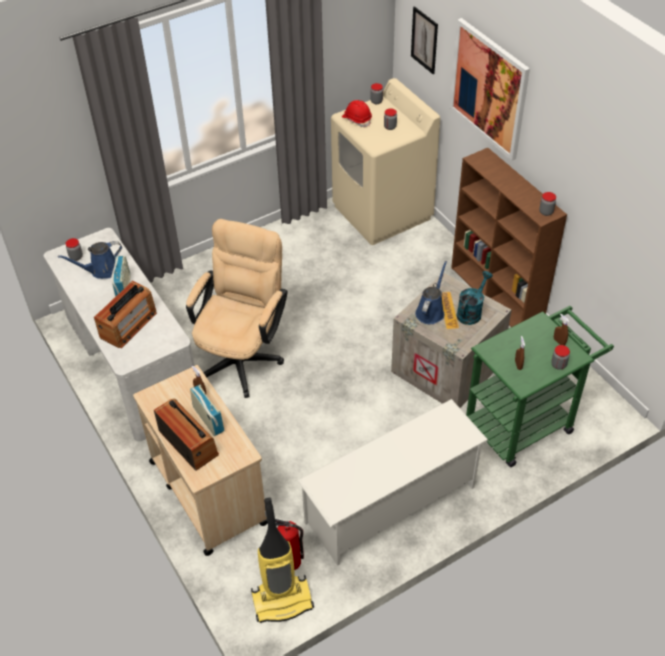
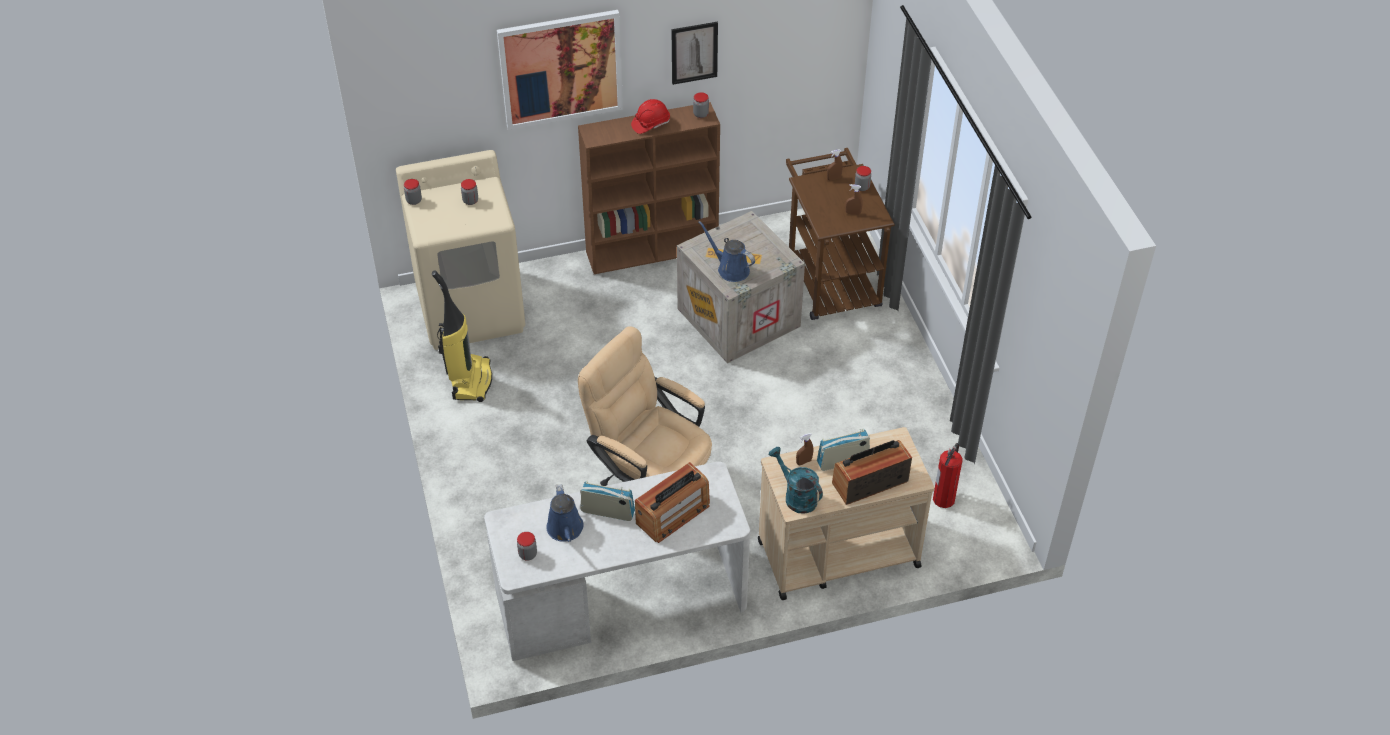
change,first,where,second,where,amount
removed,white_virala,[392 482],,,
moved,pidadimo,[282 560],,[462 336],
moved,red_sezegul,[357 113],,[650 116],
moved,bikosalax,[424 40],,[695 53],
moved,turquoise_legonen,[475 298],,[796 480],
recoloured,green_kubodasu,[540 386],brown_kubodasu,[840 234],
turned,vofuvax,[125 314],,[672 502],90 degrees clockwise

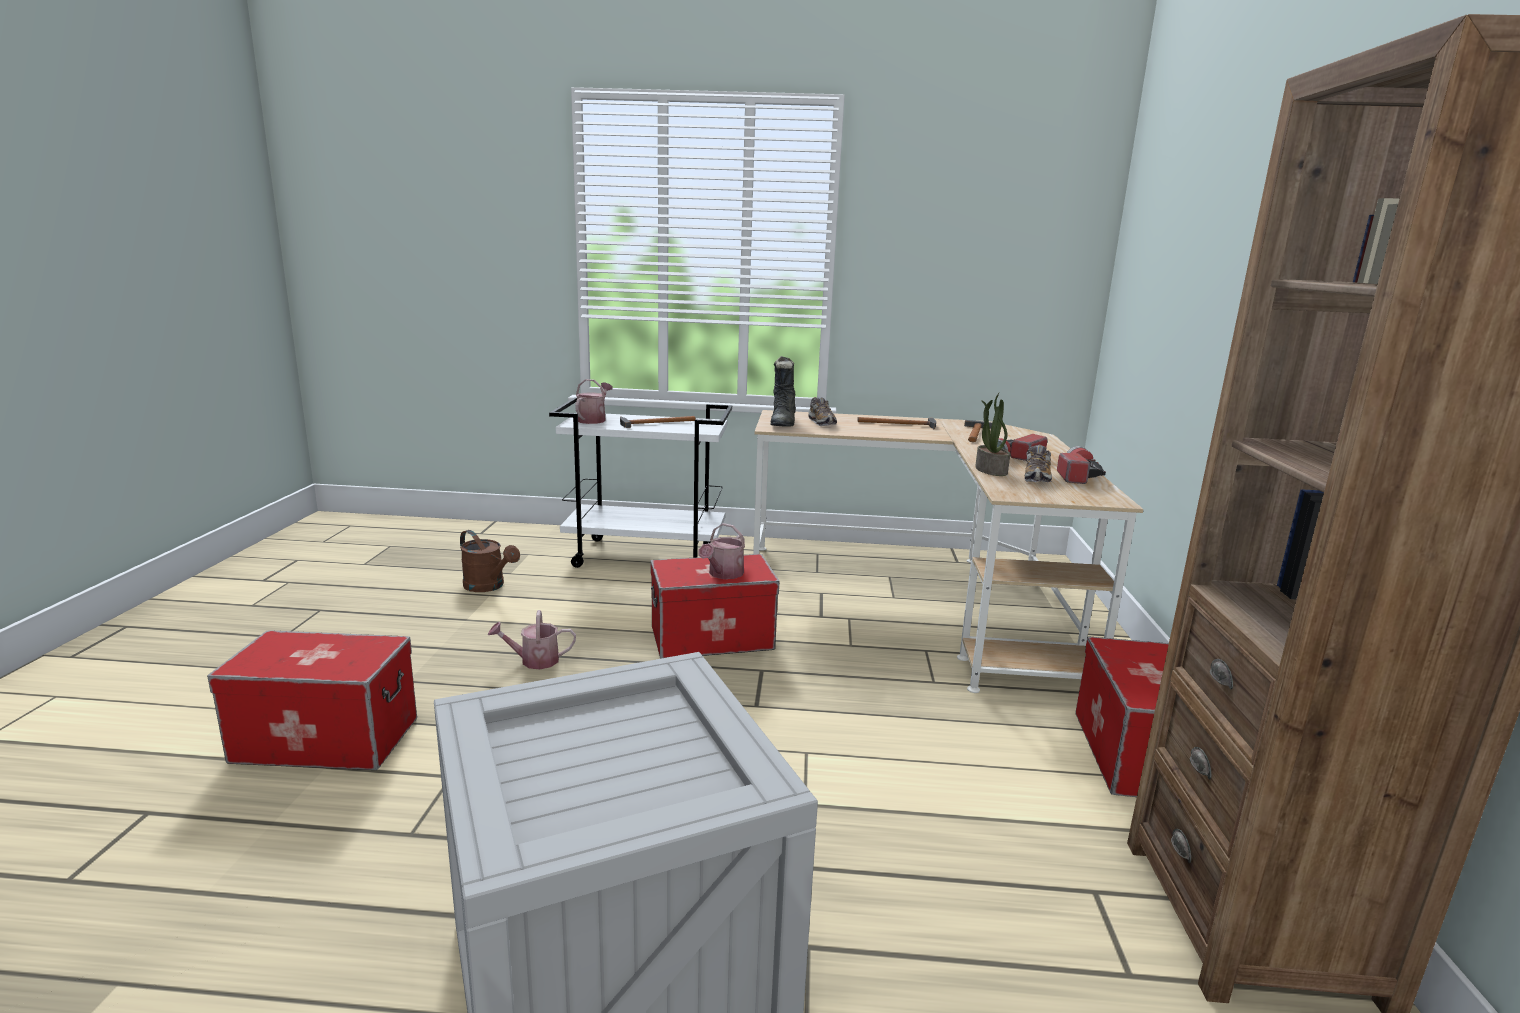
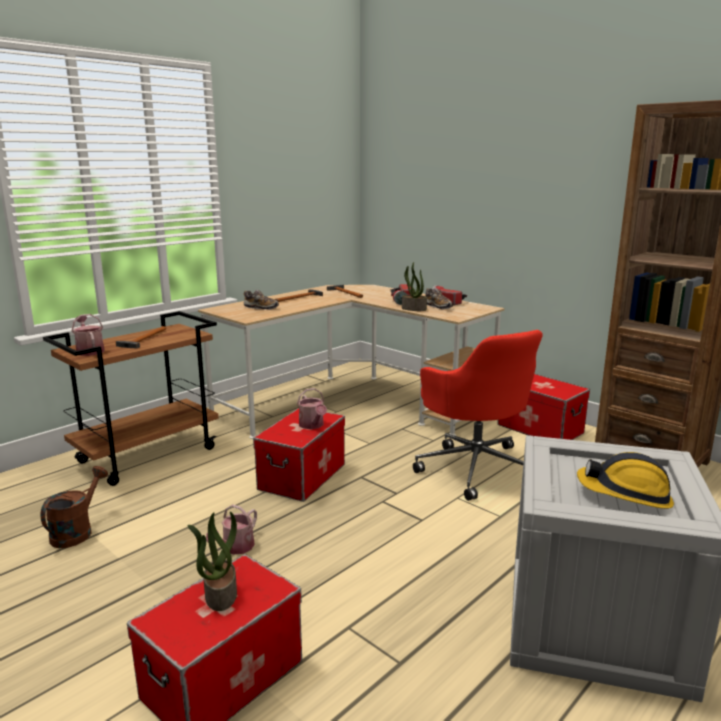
change,first,where,second,where,amount
removed,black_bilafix,[783 391],,,
added,,,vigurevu,[212 561],
added,,,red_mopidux,[478 415],
added,,,sezegul,[625 480],
recoloured,white_kubodasu,[640 483],brown_kubodasu,[131 398],
turned,brown_legonen,[490 561],,[74 507],60 degrees counterclockwise

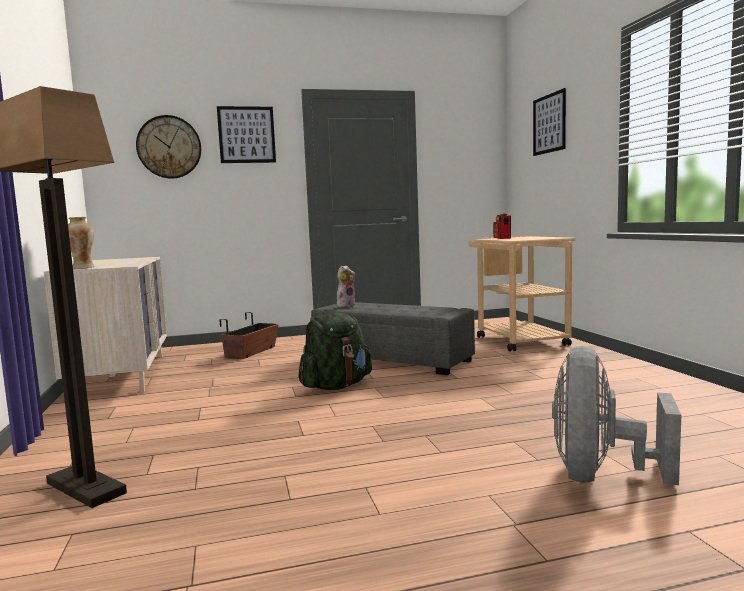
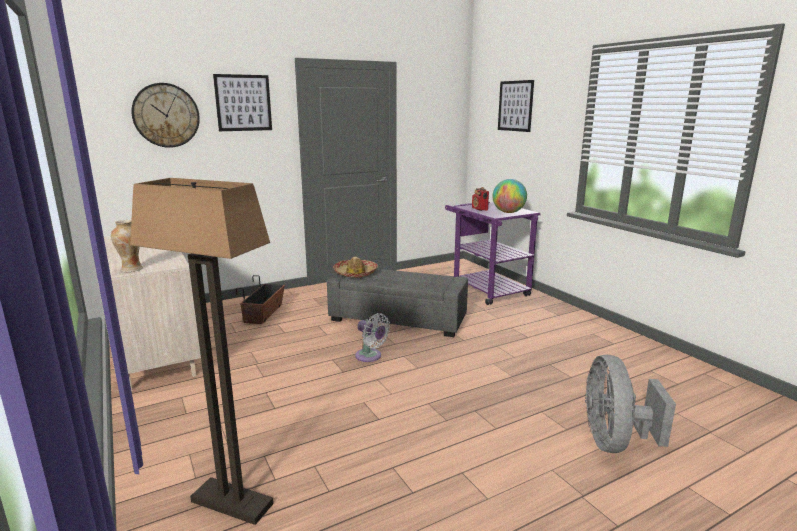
change,first,where,second,where,amount
added,,,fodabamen,[509 196],
replaced,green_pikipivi,[335 351],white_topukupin,[372 337],
replaced,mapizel,[345 286],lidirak,[355 267],
recoloured,beige_kubodasu,[522 294],purple_kubodasu,[493 253],

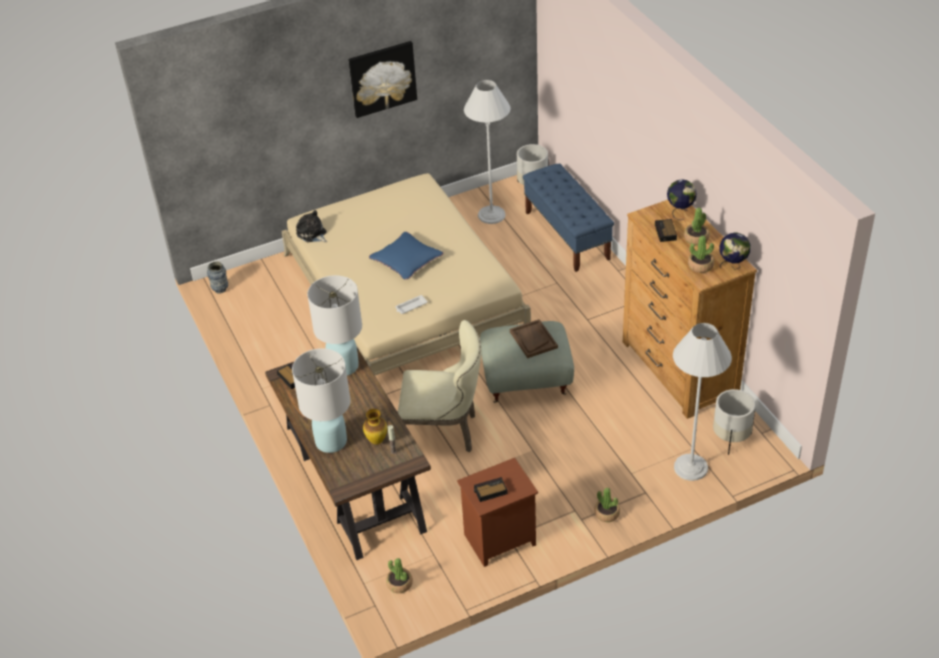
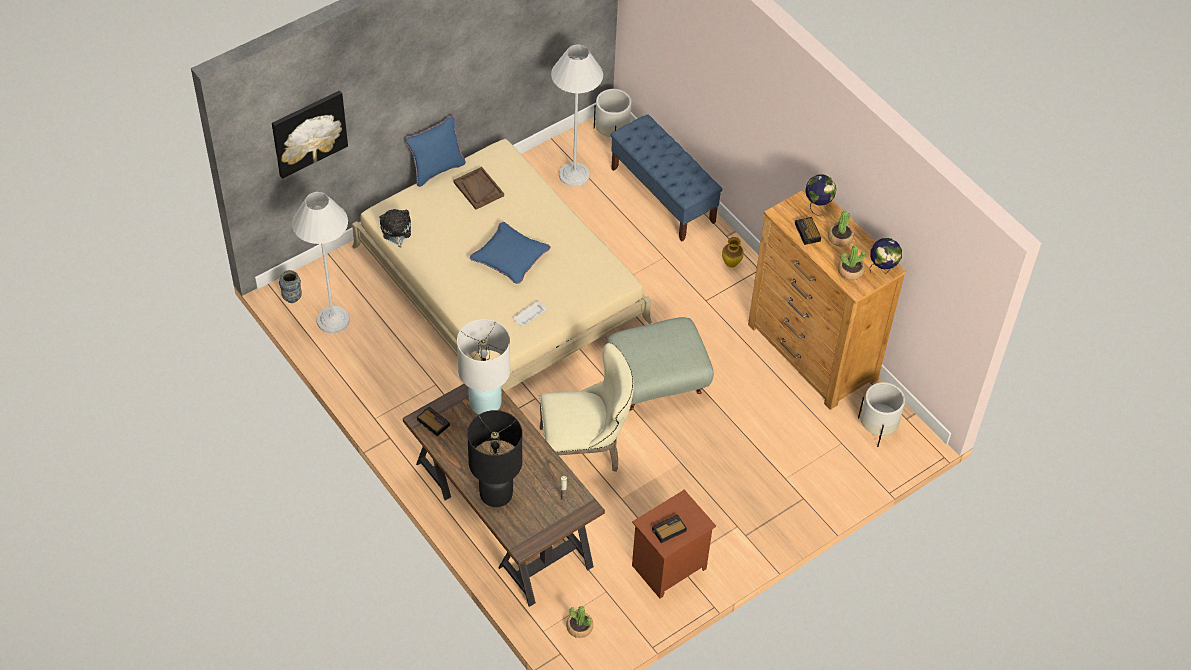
change,first,where,second,where,amount
removed,vigurevu,[607 505],,,
added,,,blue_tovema,[435 151],
moved,bikosalax,[382 79],,[310 134],
moved,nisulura,[375 427],,[733 252],
moved,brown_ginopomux,[534 338],,[478 188],
moved,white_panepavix,[702 402],,[321 262],
recoloured,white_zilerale,[321 400],black_zilerale,[494 458],
turned,mapizel,[311 226],,[395 228],45 degrees clockwise

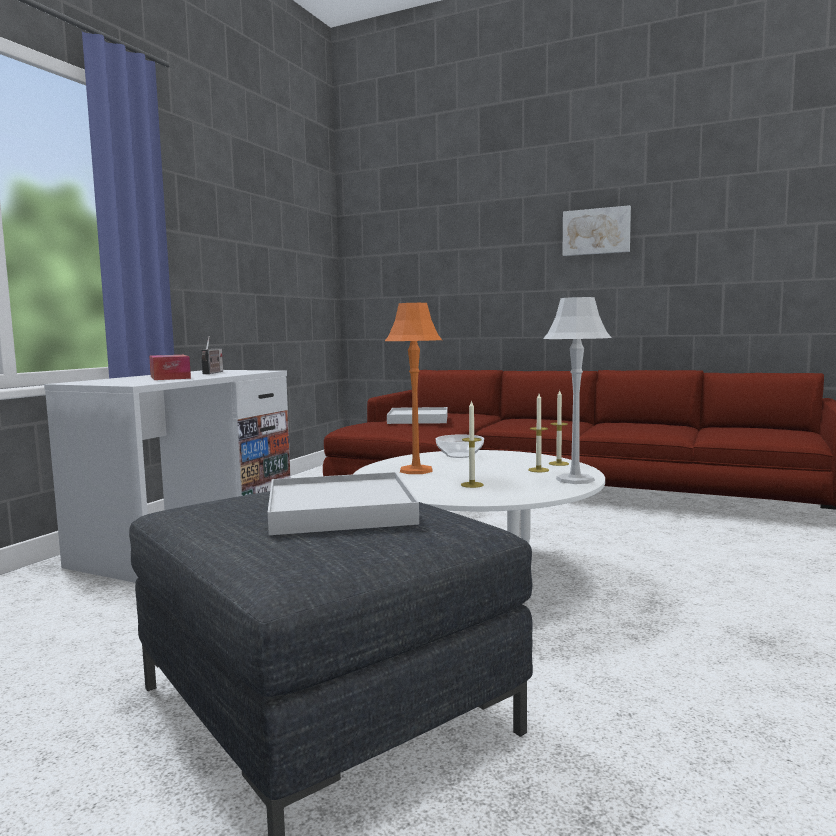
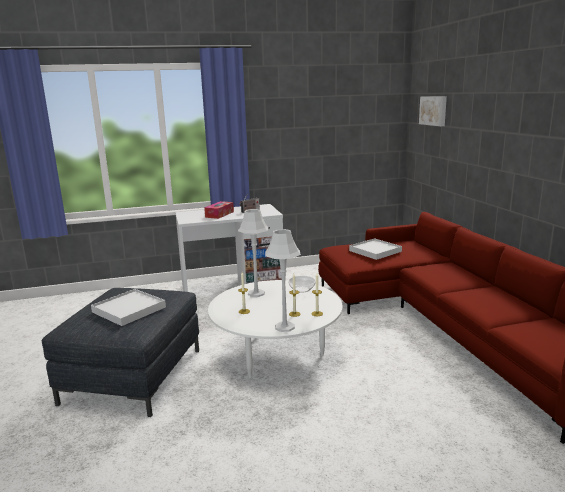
change,first,where,second,where,amount
moved,bikosalax,[597 230],,[433 111],
recoloured,orange_zilerale,[413 388],grey_zilerale,[253 253],

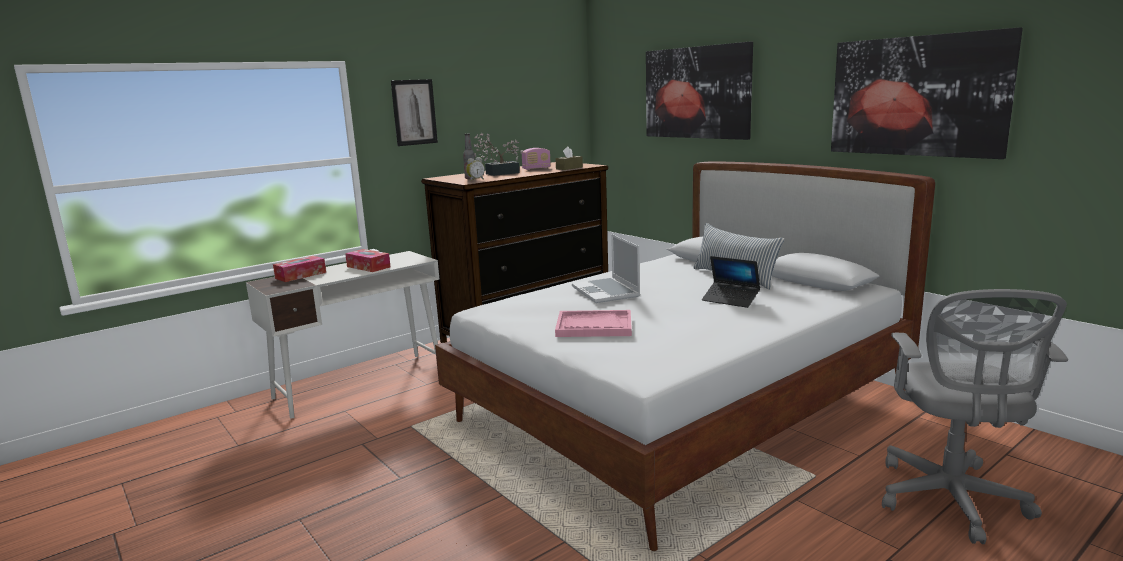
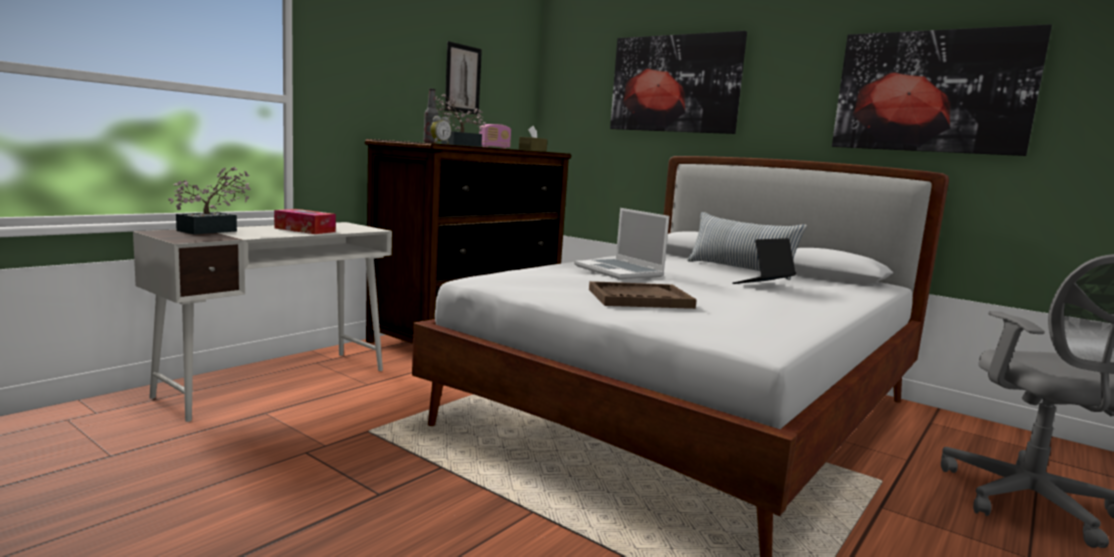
change,first,where,second,where,amount
moved,bikosalax,[414 112],,[463 77],
replaced,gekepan,[299 269],vigurevu,[209 200],
recoloured,pink_ginopomux,[593 323],brown_ginopomux,[643 295],
turned,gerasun,[731 282],,[764 261],120 degrees clockwise

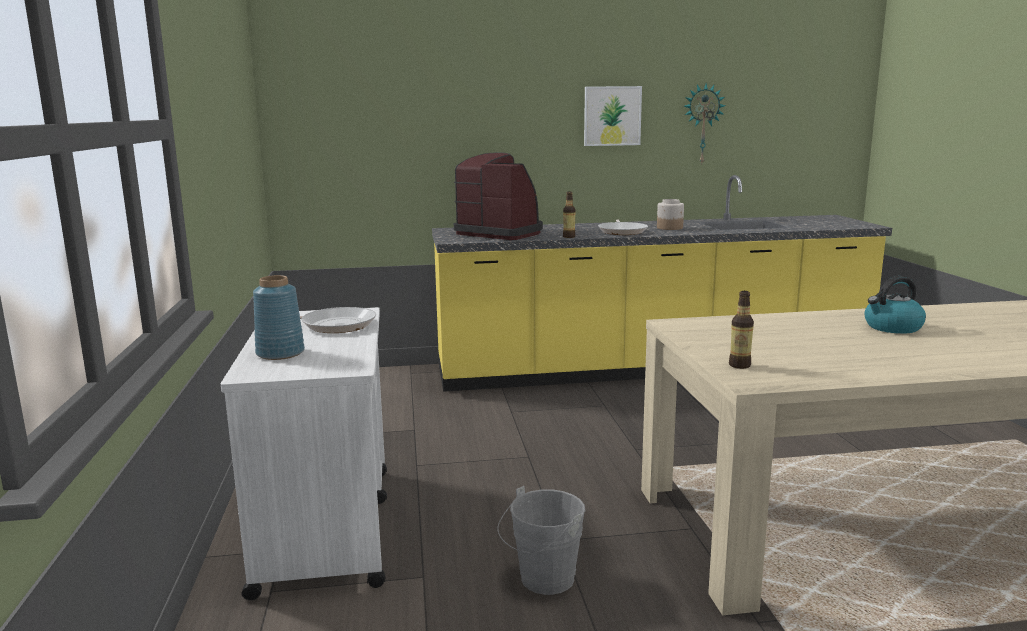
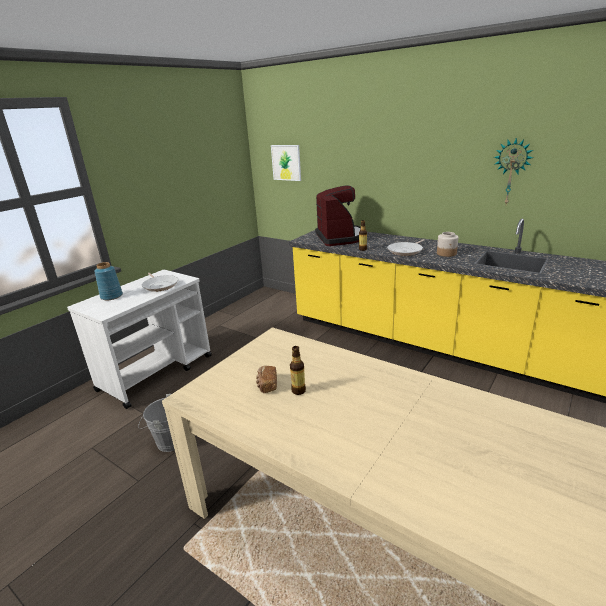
change,first,where,second,where,amount
removed,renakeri,[895 305],,,
added,,,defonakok,[266 379],
moved,bikosalax,[613 116],,[286 163],
moved,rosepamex,[741 330],,[298 370],

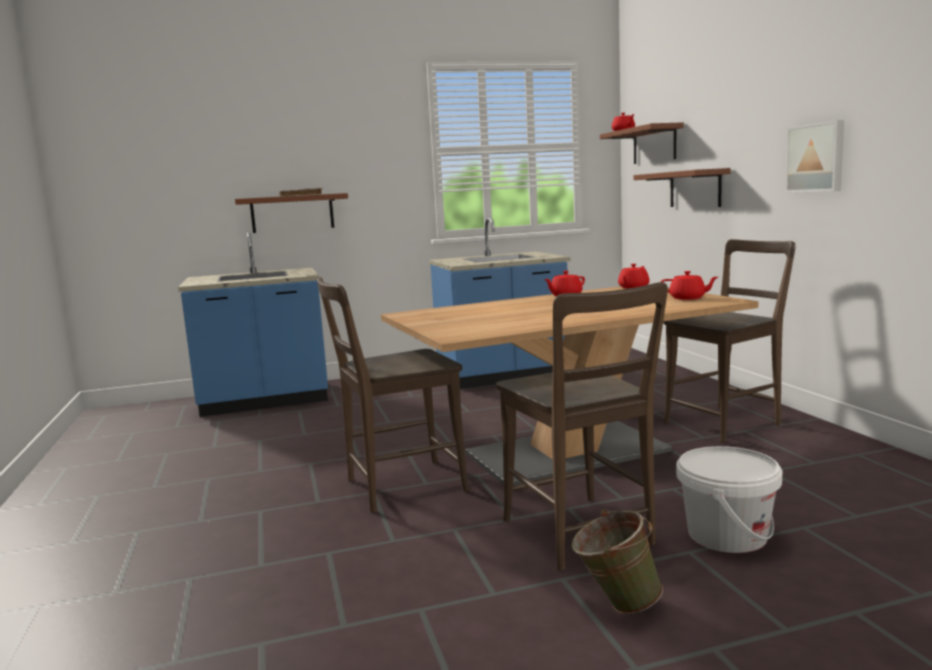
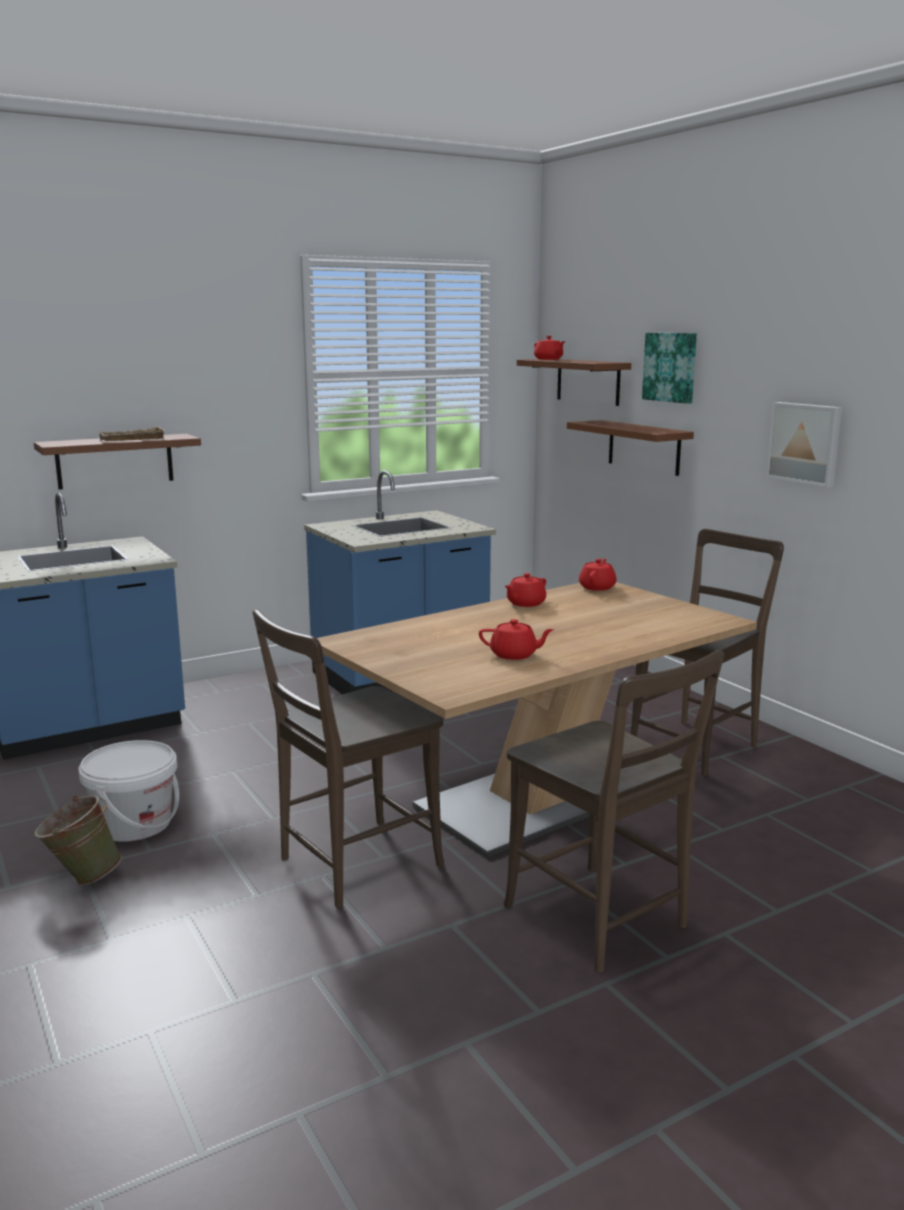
change,first,where,second,where,amount
added,,,bikosalax,[669 368],
moved,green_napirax,[617 561],,[78 840],
moved,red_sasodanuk,[689 285],,[516 639],
moved,white_napirax,[729 499],,[129 791],

